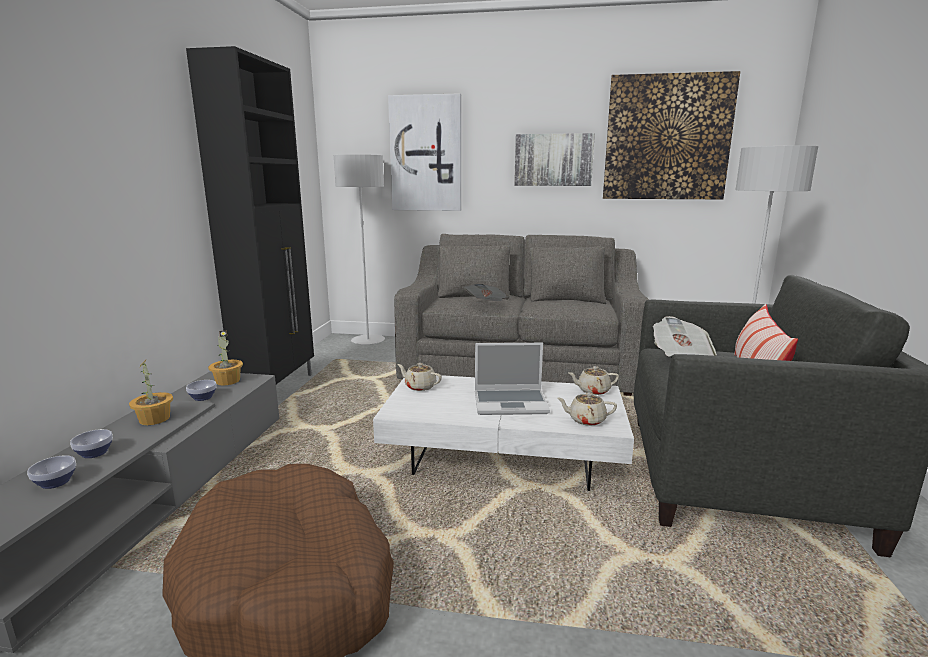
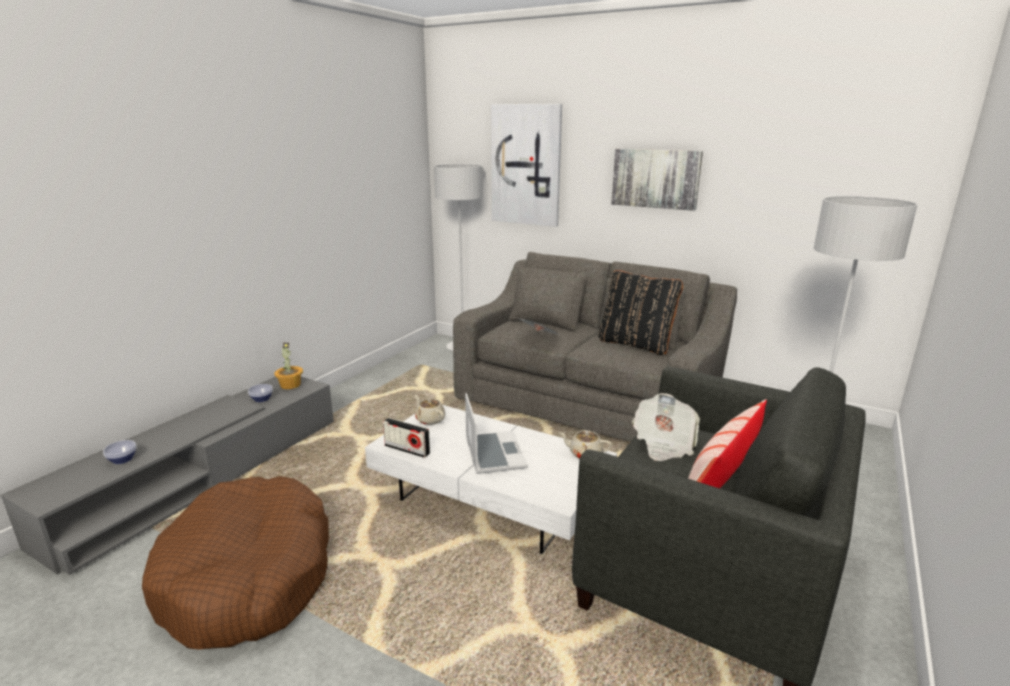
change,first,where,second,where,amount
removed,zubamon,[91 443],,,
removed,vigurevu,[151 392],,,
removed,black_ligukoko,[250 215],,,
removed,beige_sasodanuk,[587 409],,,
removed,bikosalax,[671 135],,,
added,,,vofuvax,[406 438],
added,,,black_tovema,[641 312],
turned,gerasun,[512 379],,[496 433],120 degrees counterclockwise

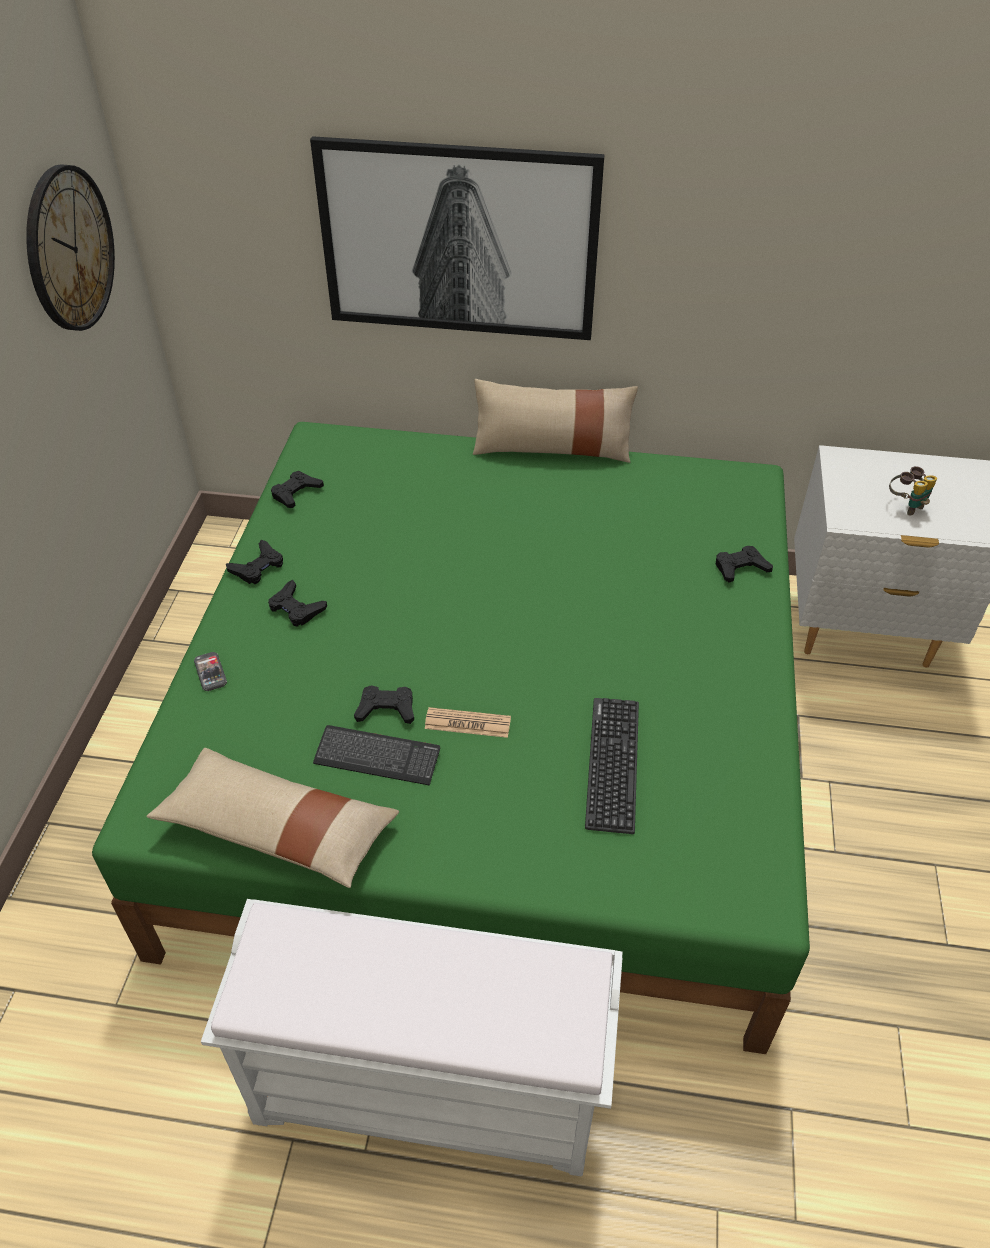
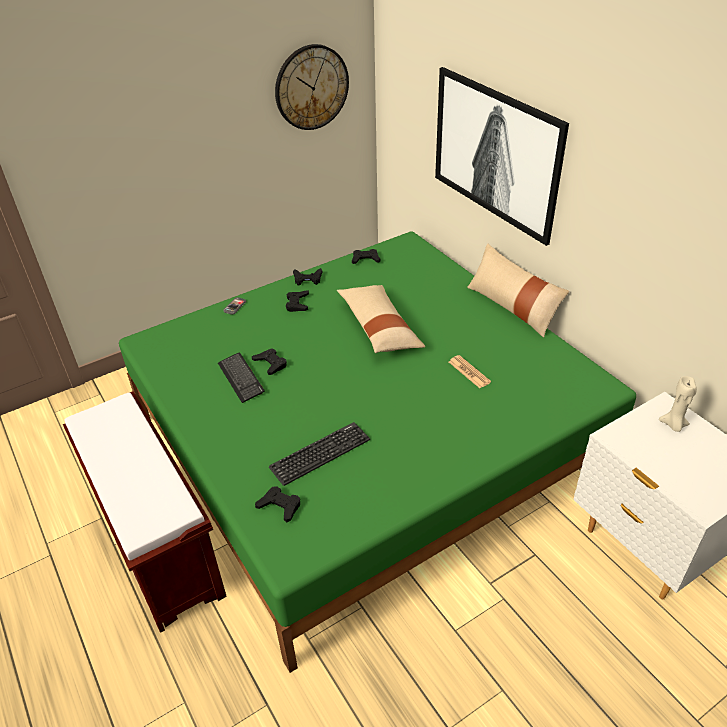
change,first,where,second,where,amount
removed,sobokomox,[913 491],,,
added,,,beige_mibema,[678 404],
moved,beige_tovema,[272 818],,[381 319],
moved,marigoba,[468 722],,[470 371],
moved,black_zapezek,[744 564],,[277 504],
recoloured,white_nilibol,[412 1037],brown_nilibol,[145 512],

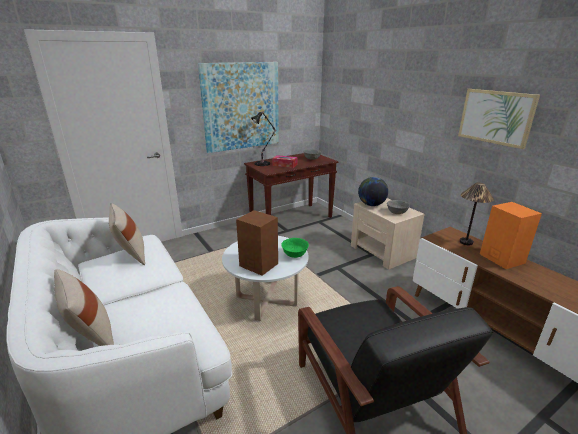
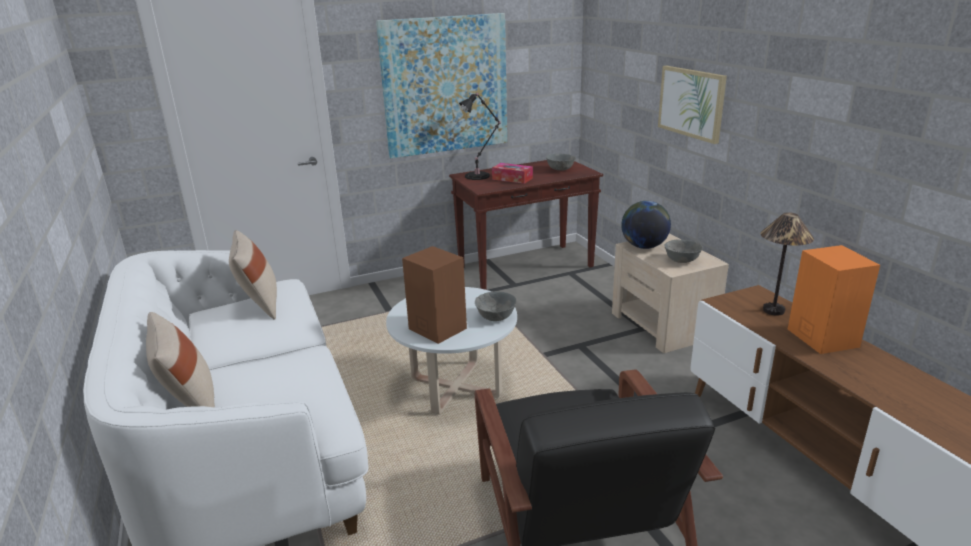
change,first,where,second,where,amount
moved,bikosalax,[499 119],,[692 105],
recoloured,green_zubamon,[295 248],grey_zubamon,[496 306],

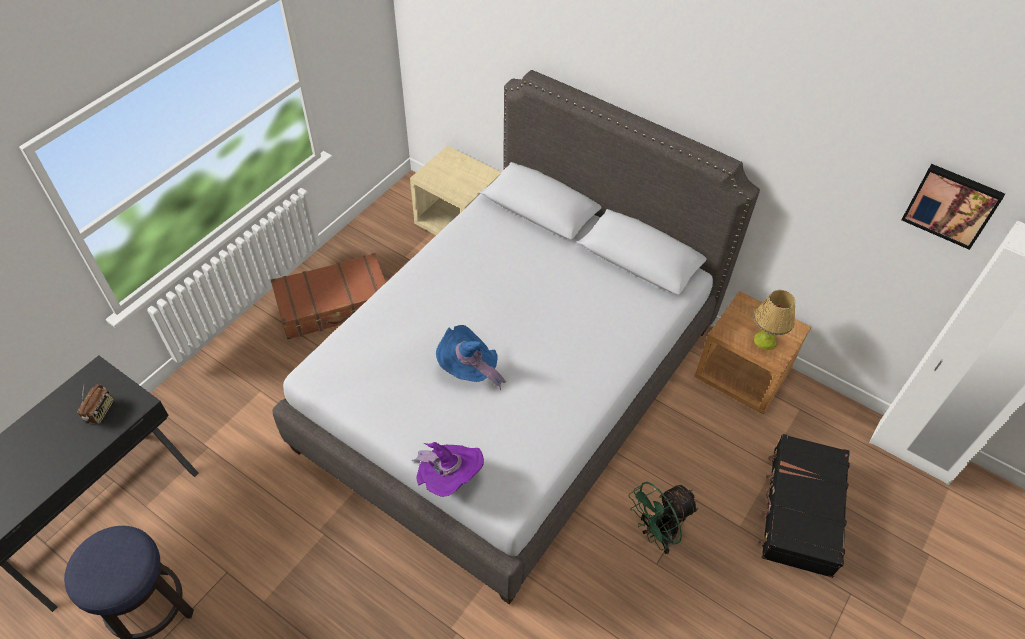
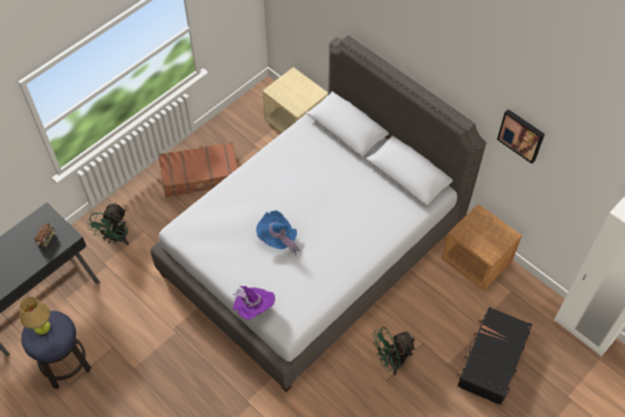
change,first,where,second,where,amount
added,,,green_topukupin,[108 223],
moved,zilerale,[774 320],,[35 315],
moved,bikosalax,[953 207],,[521 136],

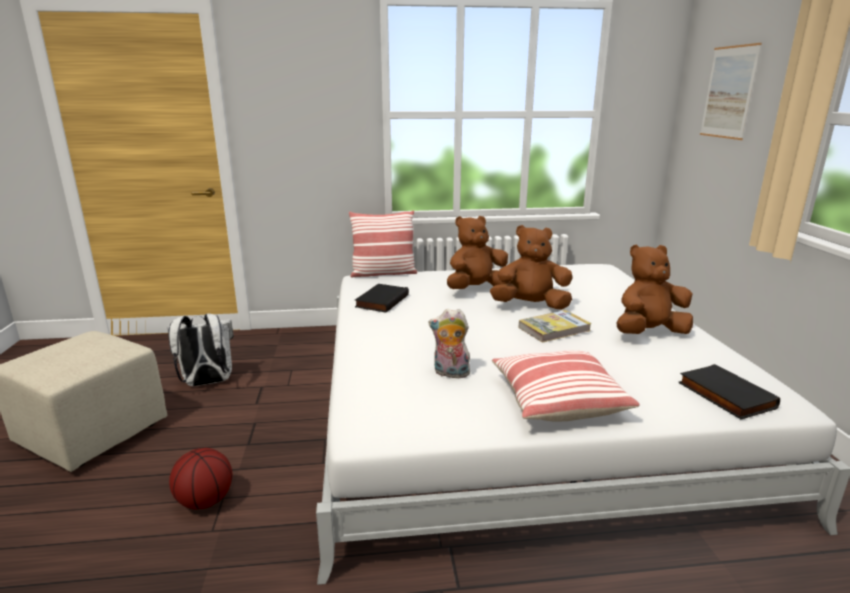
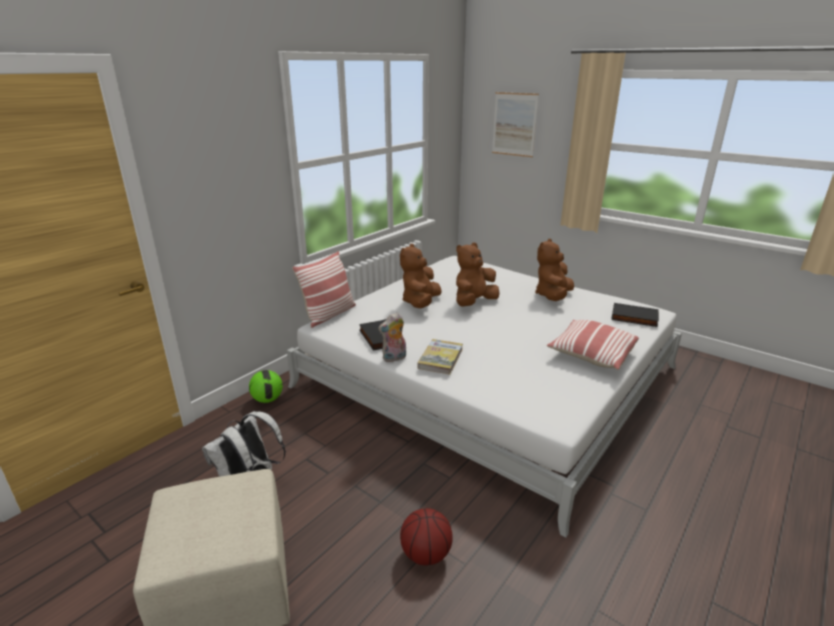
change,first,where,second,where,amount
added,,,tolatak,[266 386],
moved,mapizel,[449 343],,[392 337],
moved,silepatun,[555 326],,[440 357],

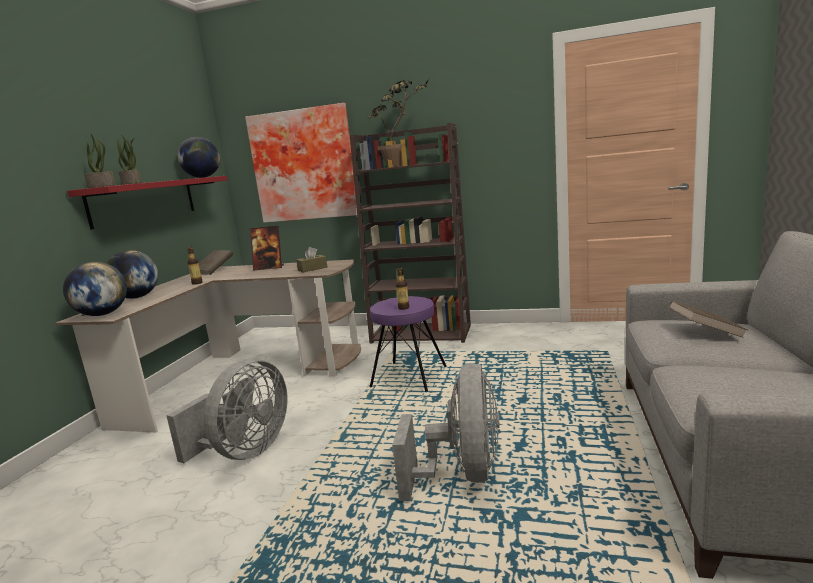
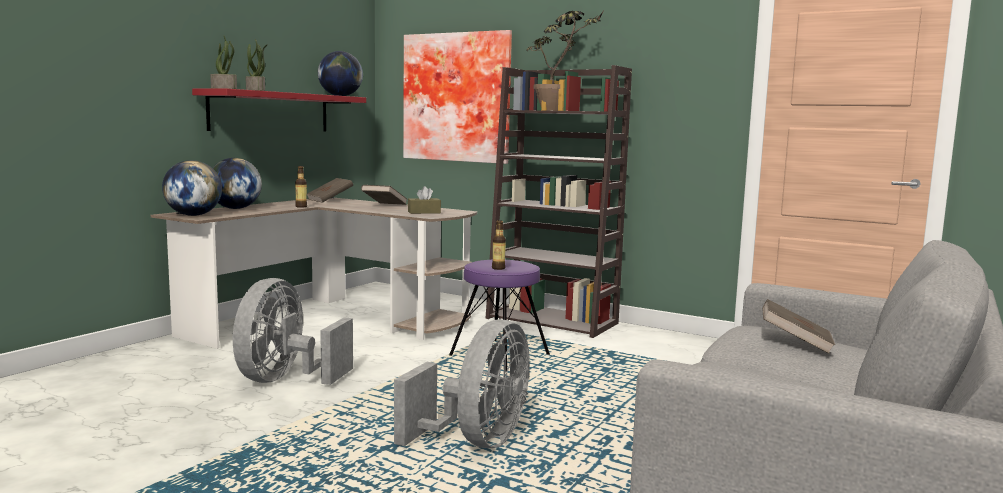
change,first,where,second,where,amount
replaced,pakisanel,[267 248],brown_silepatun,[384 195],
turned,grey_topukupin,[227 411],,[293 331],150 degrees clockwise

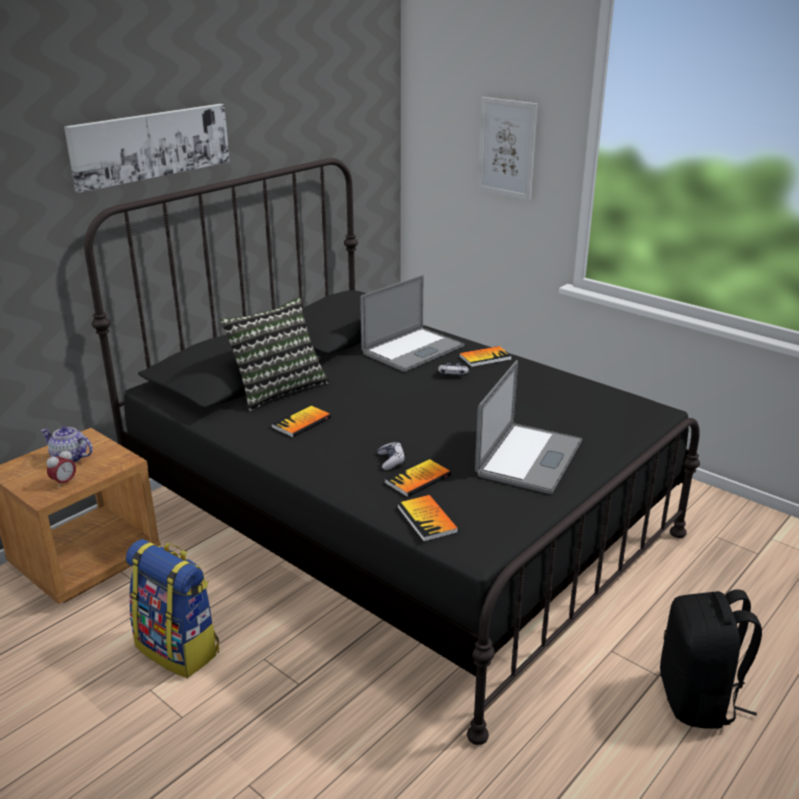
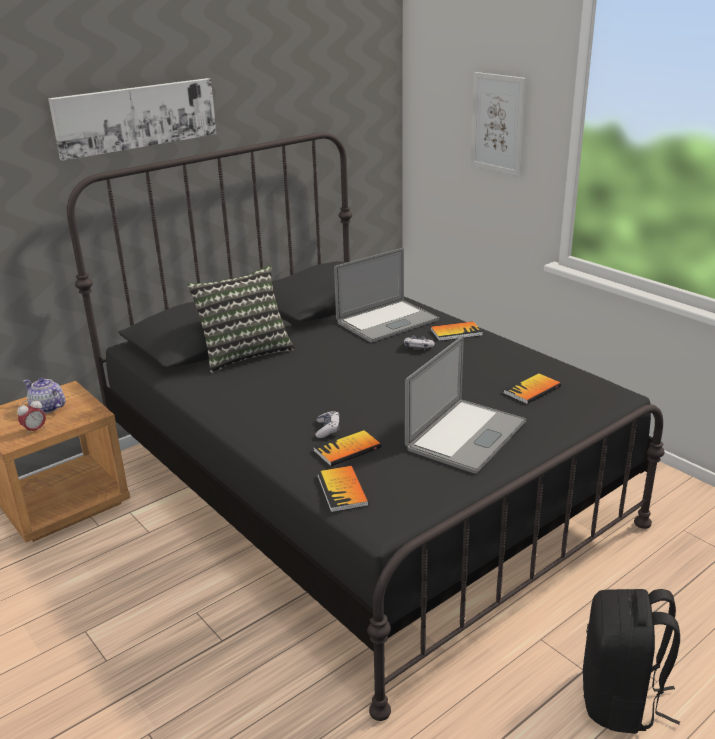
change,first,where,second,where,amount
removed,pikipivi,[172 608],,,
moved,silepatun,[301 421],,[532 388],

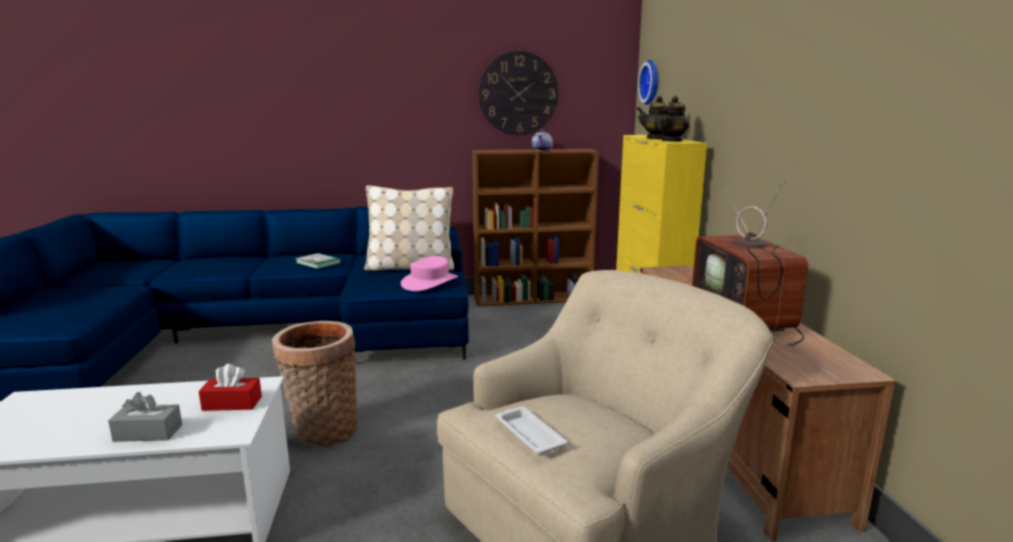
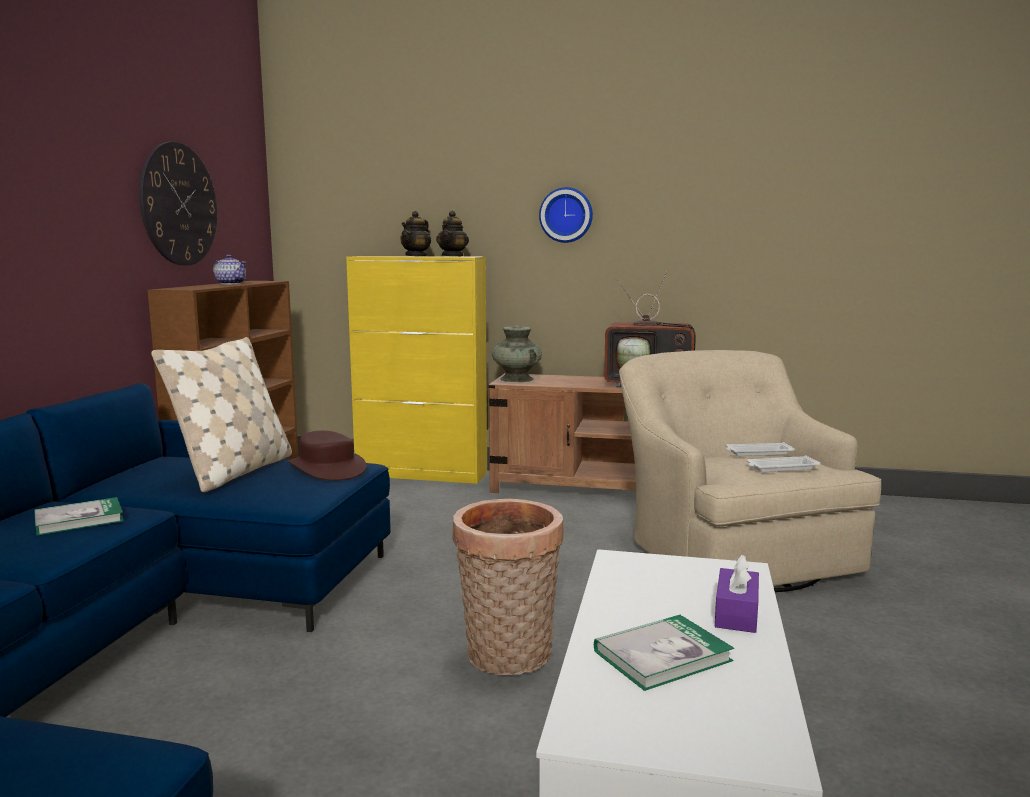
change,first,where,second,where,amount
removed,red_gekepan,[230 387],,,
added,,,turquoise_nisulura,[517 354],
added,,,silepatun,[664 653],
added,,,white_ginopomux,[760 449],
moved,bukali,[648 82],,[566 215],
recoloured,grey_gekepan,[145 417],purple_gekepan,[737 594],
recoloured,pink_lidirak,[429 273],brown_lidirak,[327 455],
turned,sasodanuk,[673 119],,[452 234],45 degrees clockwise

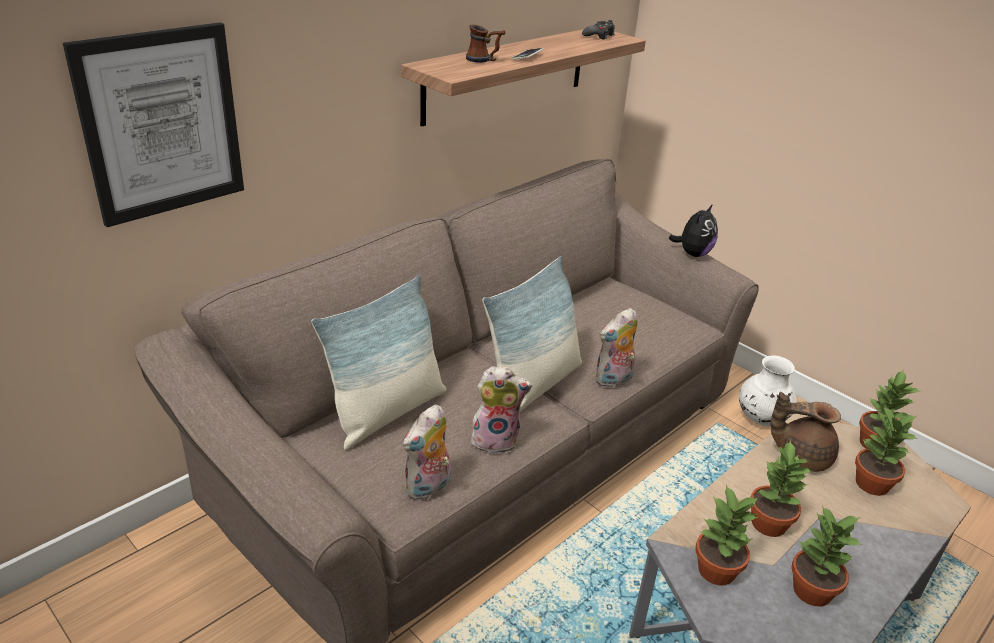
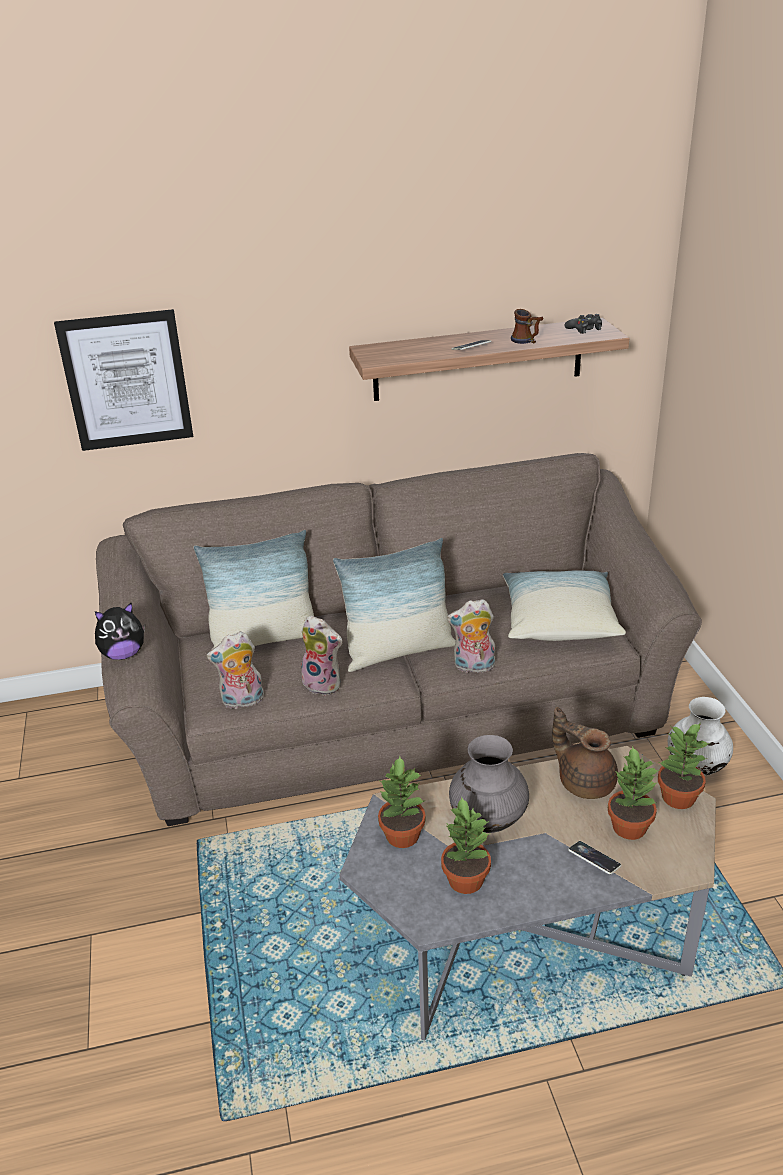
change,first,where,second,where,amount
added,,,tovema,[564 605],
added,,,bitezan,[594 857],
moved,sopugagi,[485 43],,[527 326],
moved,mapizel,[693 230],,[120 631],
replaced,vigurevu,[781 488],grey_nisulura,[489 784],

